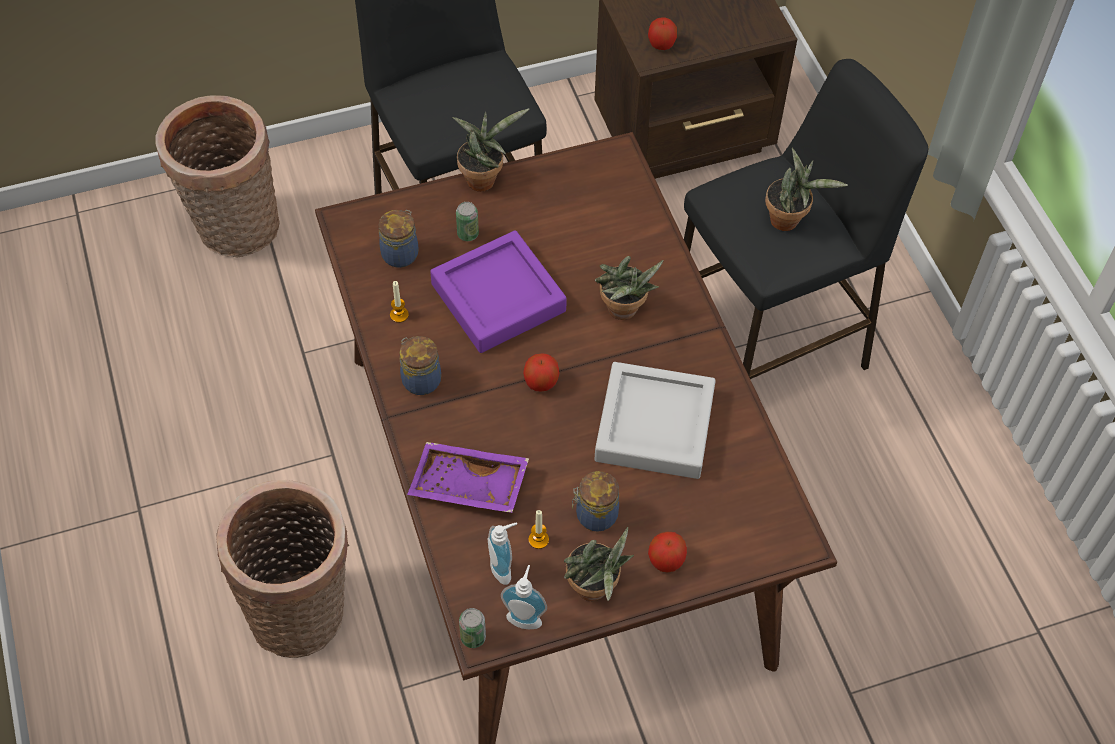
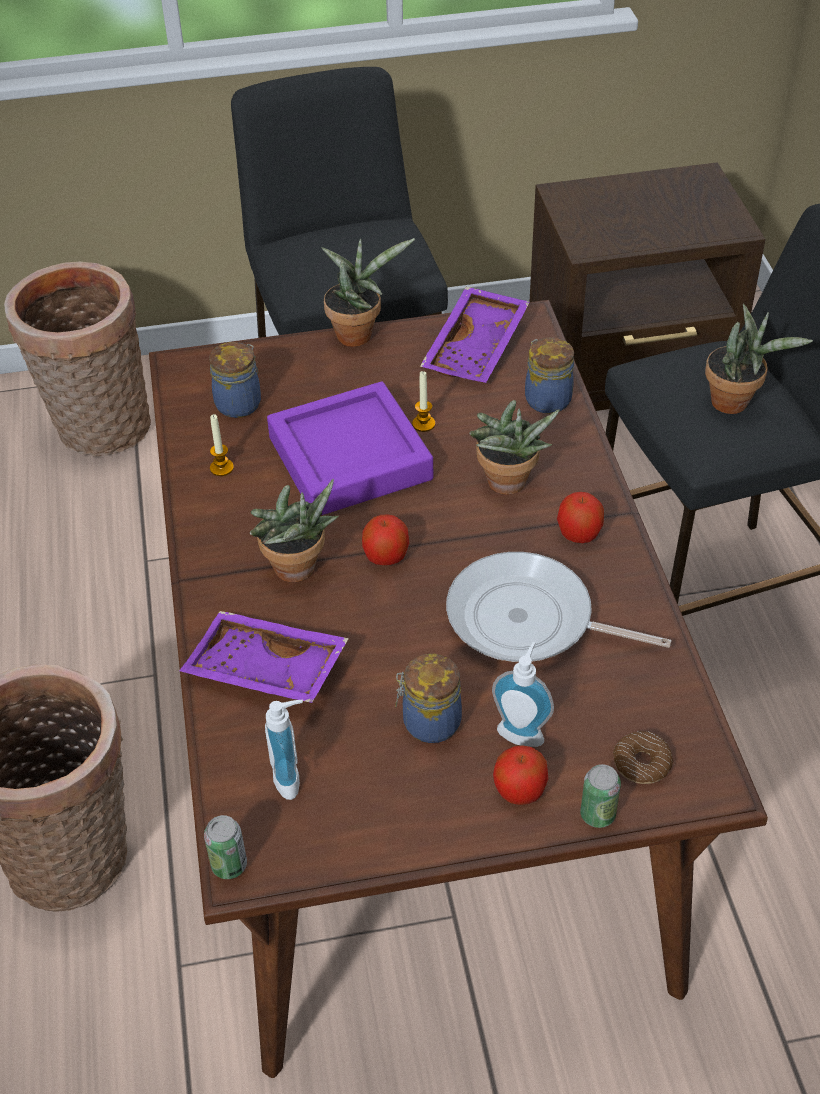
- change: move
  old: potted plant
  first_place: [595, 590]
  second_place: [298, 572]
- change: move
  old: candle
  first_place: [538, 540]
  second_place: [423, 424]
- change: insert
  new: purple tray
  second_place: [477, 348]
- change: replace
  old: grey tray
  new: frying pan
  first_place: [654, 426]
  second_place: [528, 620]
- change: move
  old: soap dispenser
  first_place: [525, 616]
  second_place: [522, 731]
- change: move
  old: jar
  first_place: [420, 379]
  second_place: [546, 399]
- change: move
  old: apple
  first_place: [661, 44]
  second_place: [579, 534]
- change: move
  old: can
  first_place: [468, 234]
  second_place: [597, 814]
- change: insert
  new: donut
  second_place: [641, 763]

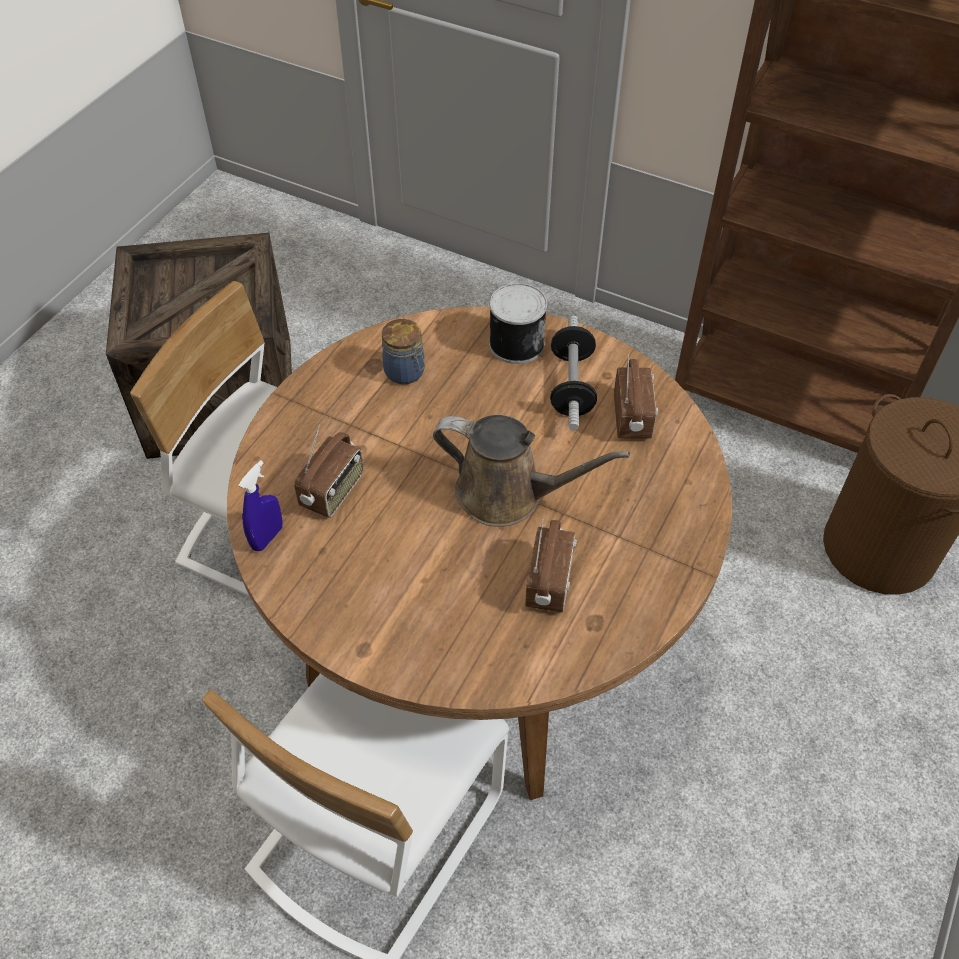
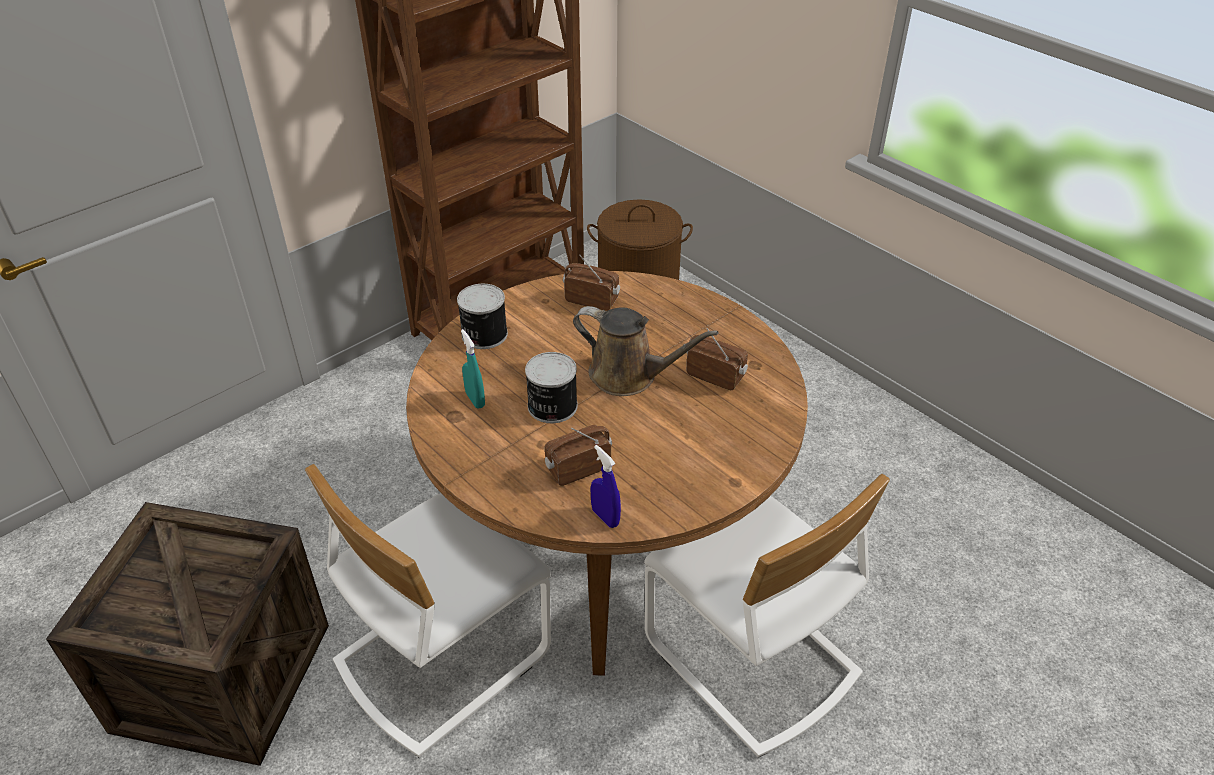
- change: replace
  old: jar
  new: turquoise spray bottle
  first_place: [406, 372]
  second_place: [475, 400]
- change: insert
  new: can
  second_place: [551, 407]
- change: rotate
  old: radio
  first_place: [333, 492]
  second_place: [578, 468]
  degrees: -75
- change: rotate
  old: brown watering can
  first_place: [508, 494]
  second_place: [629, 375]
  degrees: 75
- change: delete
  old: dumbbell
  first_place: [571, 386]

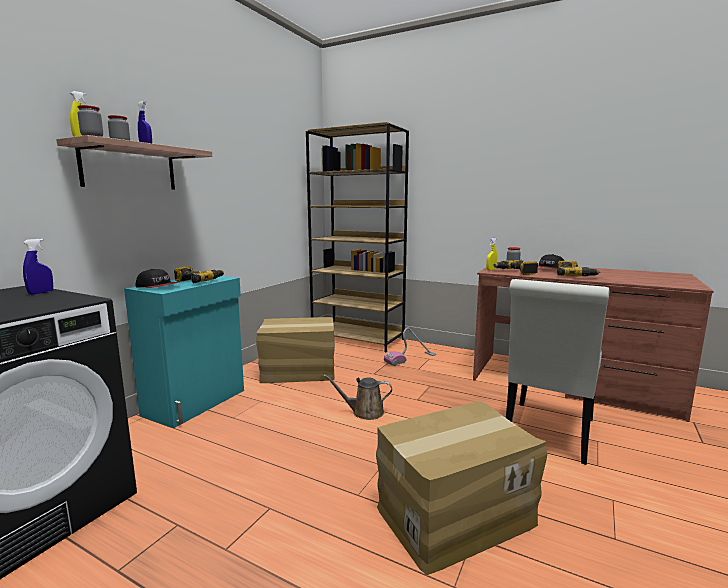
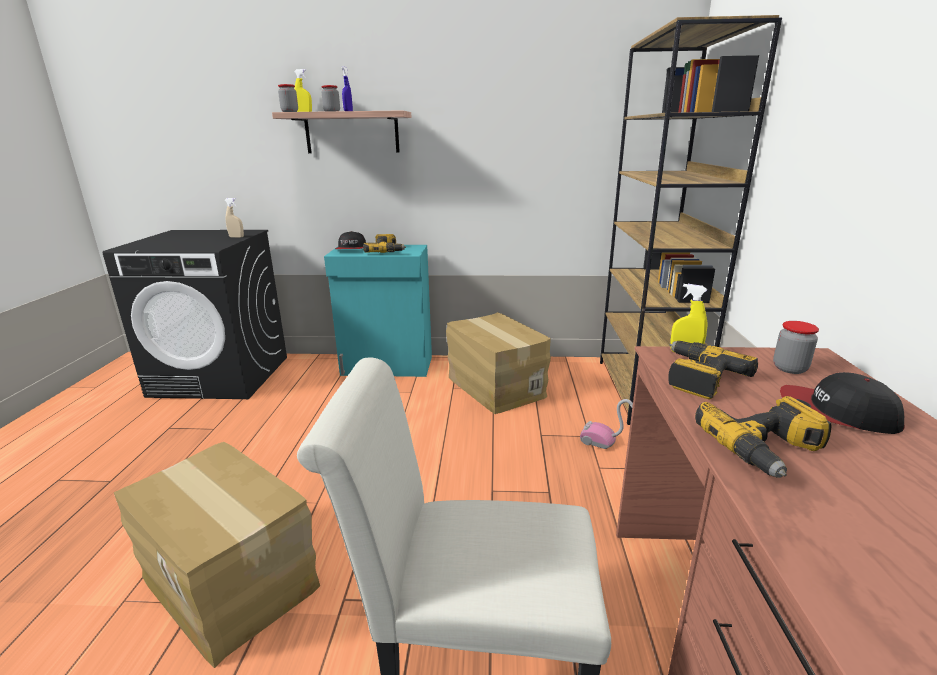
- change: recolor
  old: blue spray bottle
  new: beige spray bottle
  first_place: [41, 293]
  second_place: [236, 237]
- change: delete
  old: brown watering can
  first_place: [364, 412]

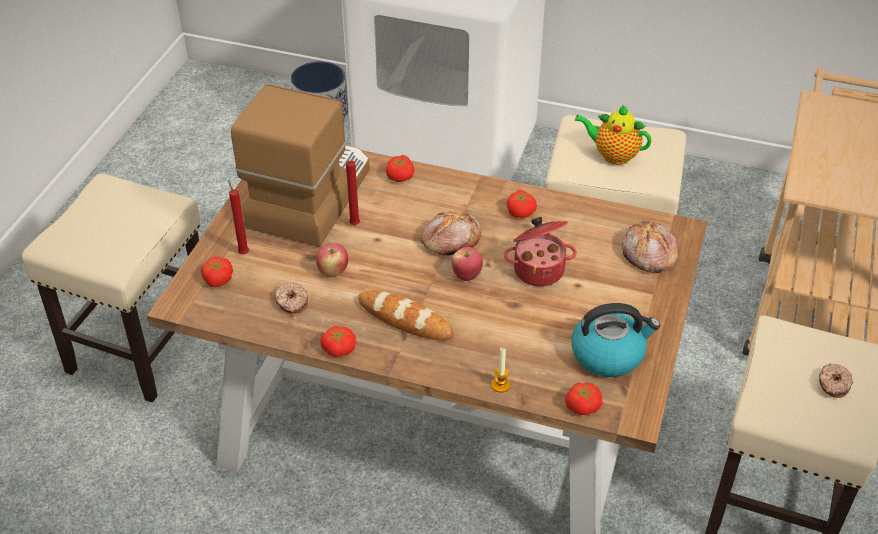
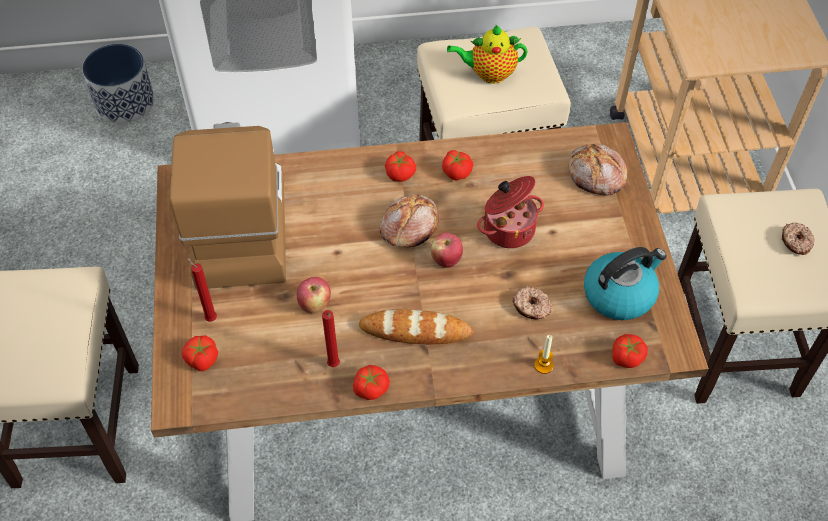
- change: move
  old: red candle
  first_place: [354, 226]
  second_place: [334, 366]
- change: move
  old: tomato
  first_place: [400, 176]
  second_place: [400, 173]
- change: move
  old: donut
  first_place: [291, 302]
  second_place: [531, 307]

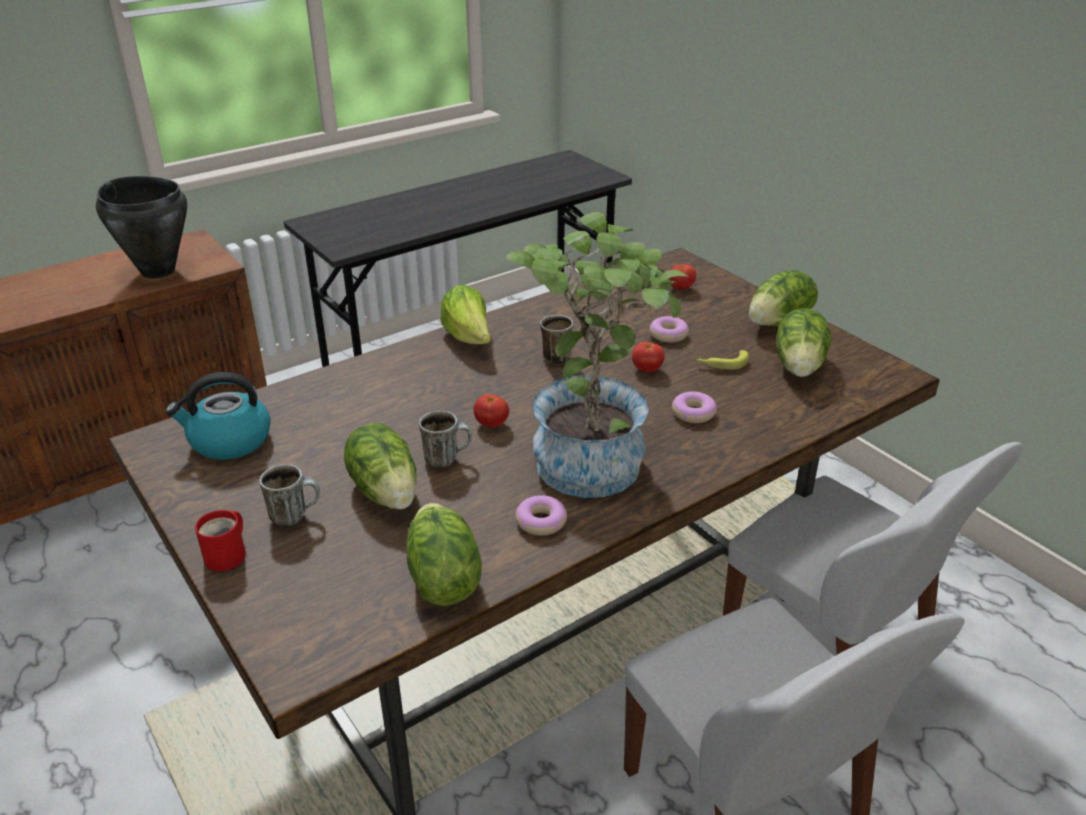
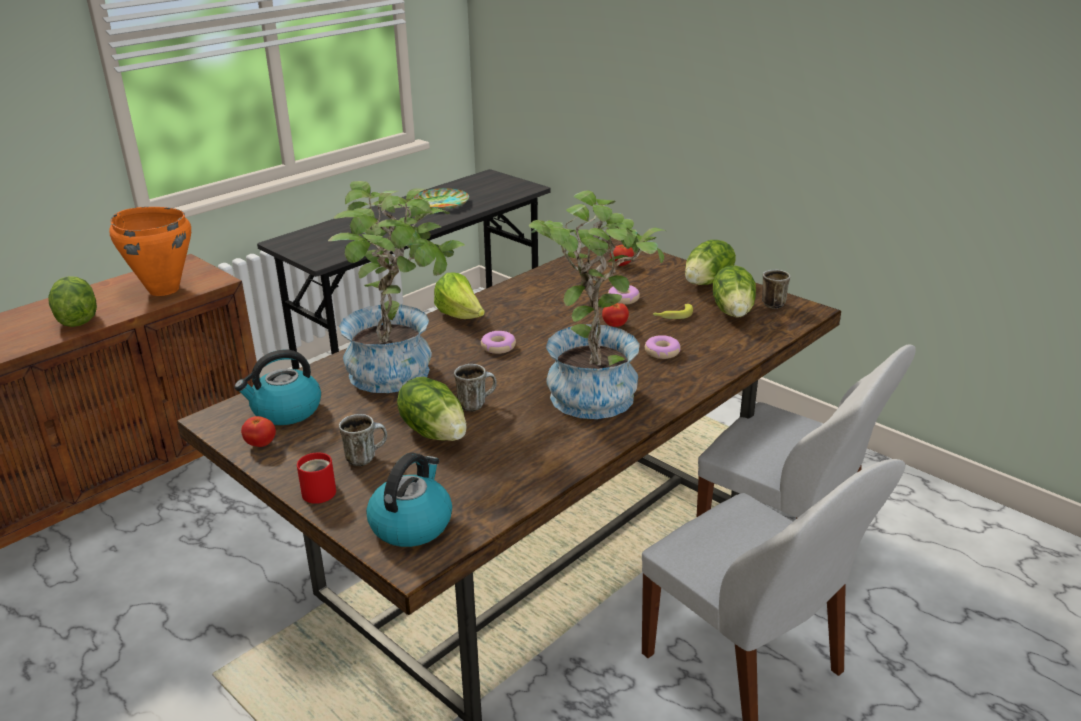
- change: move
  old: lettuce
  first_place: [442, 579]
  second_place: [76, 319]
- change: recolor
  old: black cooking pot
  new: orange cooking pot
  first_place: [158, 271]
  second_place: [164, 289]
- change: move
  old: tomato
  first_place: [491, 424]
  second_place: [261, 444]
- change: insert
  new: potted plant
  second_place: [402, 373]
- change: insert
  new: kettle
  second_place: [411, 524]
- change: insert
  new: plate
  second_place: [441, 203]
- change: move
  old: donut
  first_place: [541, 521]
  second_place: [498, 347]
- change: move
  old: mug
  first_place: [555, 355]
  second_place: [770, 303]

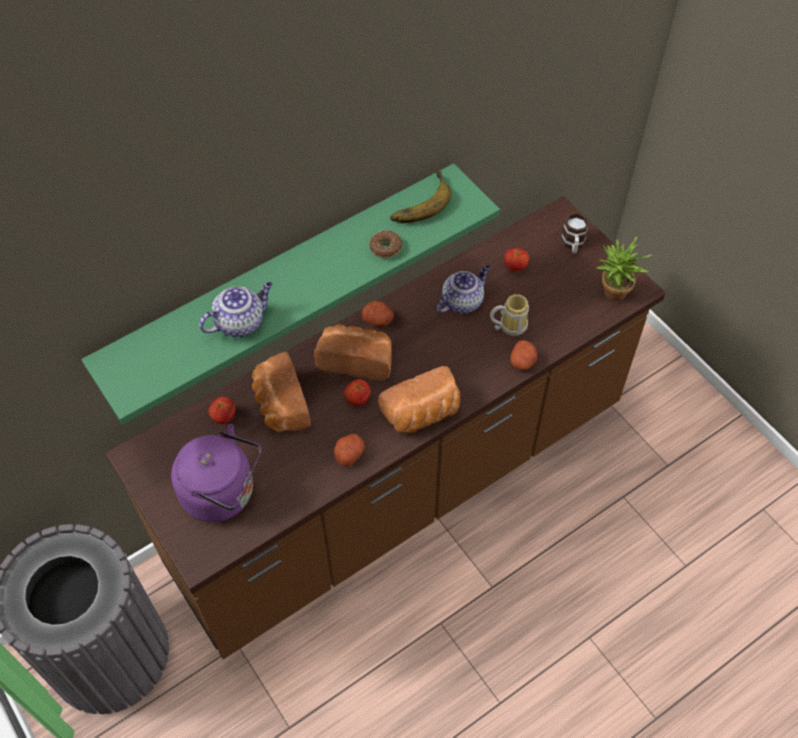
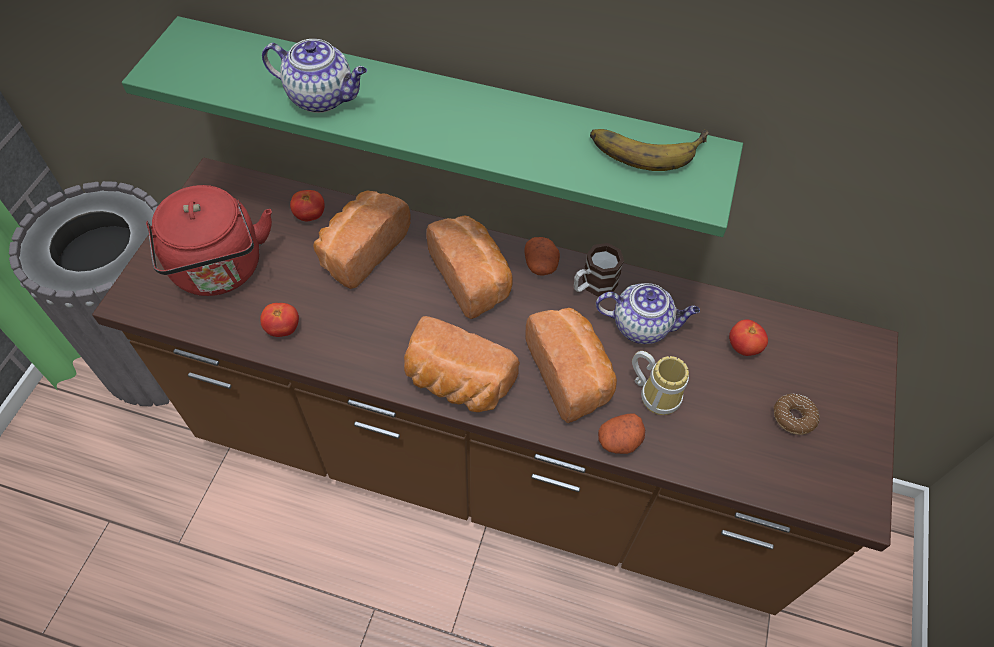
- change: recolor
  old: purple kettle
  new: red kettle
  first_place: [223, 493]
  second_place: [220, 271]
- change: move
  old: tomato
  first_place: [357, 399]
  second_place: [283, 329]
- change: insert
  new: bread
  second_place: [571, 374]
- change: move
  old: mug
  first_place: [573, 244]
  second_place: [593, 285]
- change: move
  old: donut
  first_place: [386, 248]
  second_place: [793, 417]
- change: delete
  old: potato
  first_place: [349, 454]
- change: delete
  old: potted plant
  first_place: [612, 295]

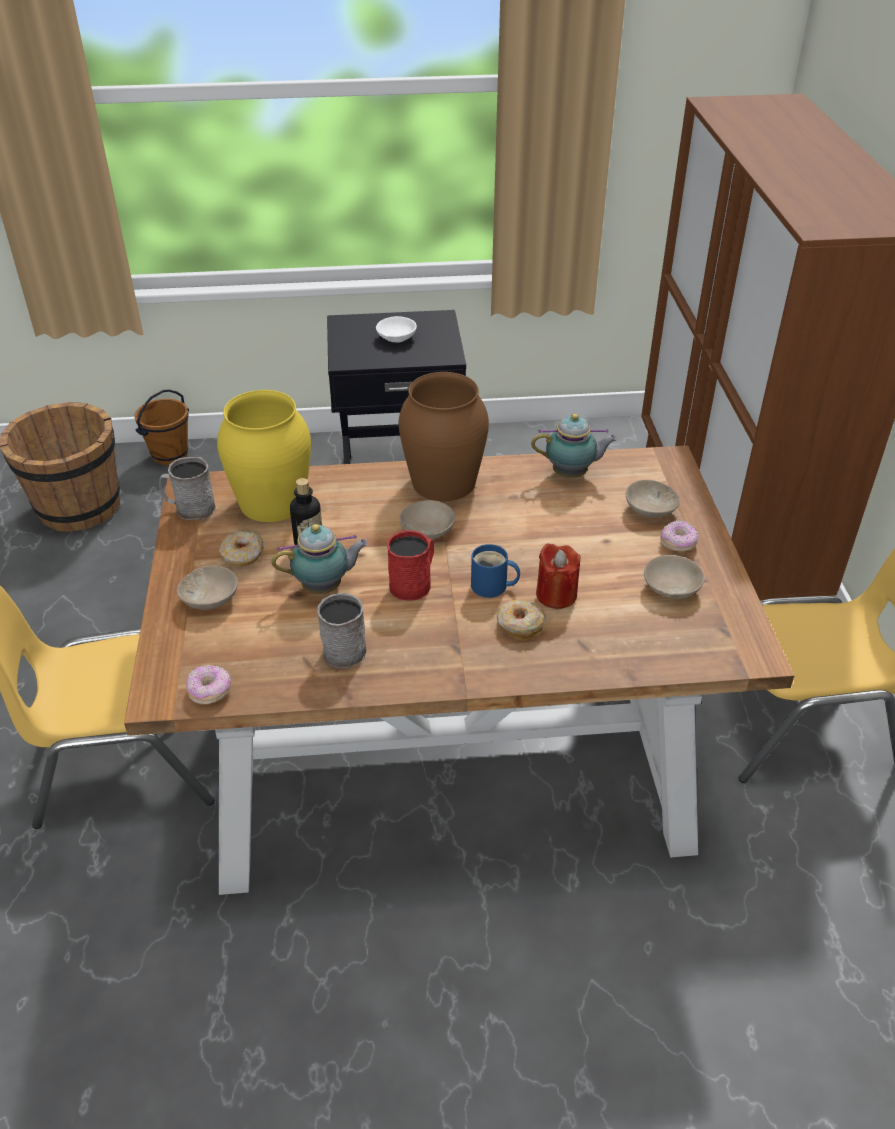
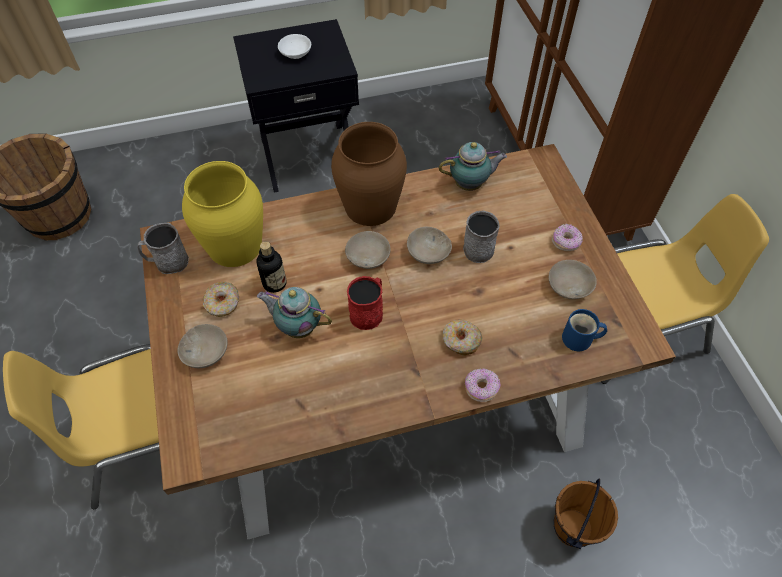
- change: rotate
  old: teapot
  first_place: [325, 587]
  second_place: [298, 327]
  degrees: -135
- change: move
  old: beige bowl
  first_place: [648, 510]
  second_place: [426, 253]
- change: move
  old: grey mug
  first_place: [345, 647]
  second_place: [477, 246]
- change: move
  old: donut
  first_place: [210, 691]
  second_place: [481, 388]
- change: move
  old: brown bucket
  first_place: [170, 456]
  second_place: [573, 528]
- change: move
  old: blue mug
  first_place: [492, 587]
  second_place: [580, 339]
- change: delete
  old: red candle
  first_place: [556, 595]

